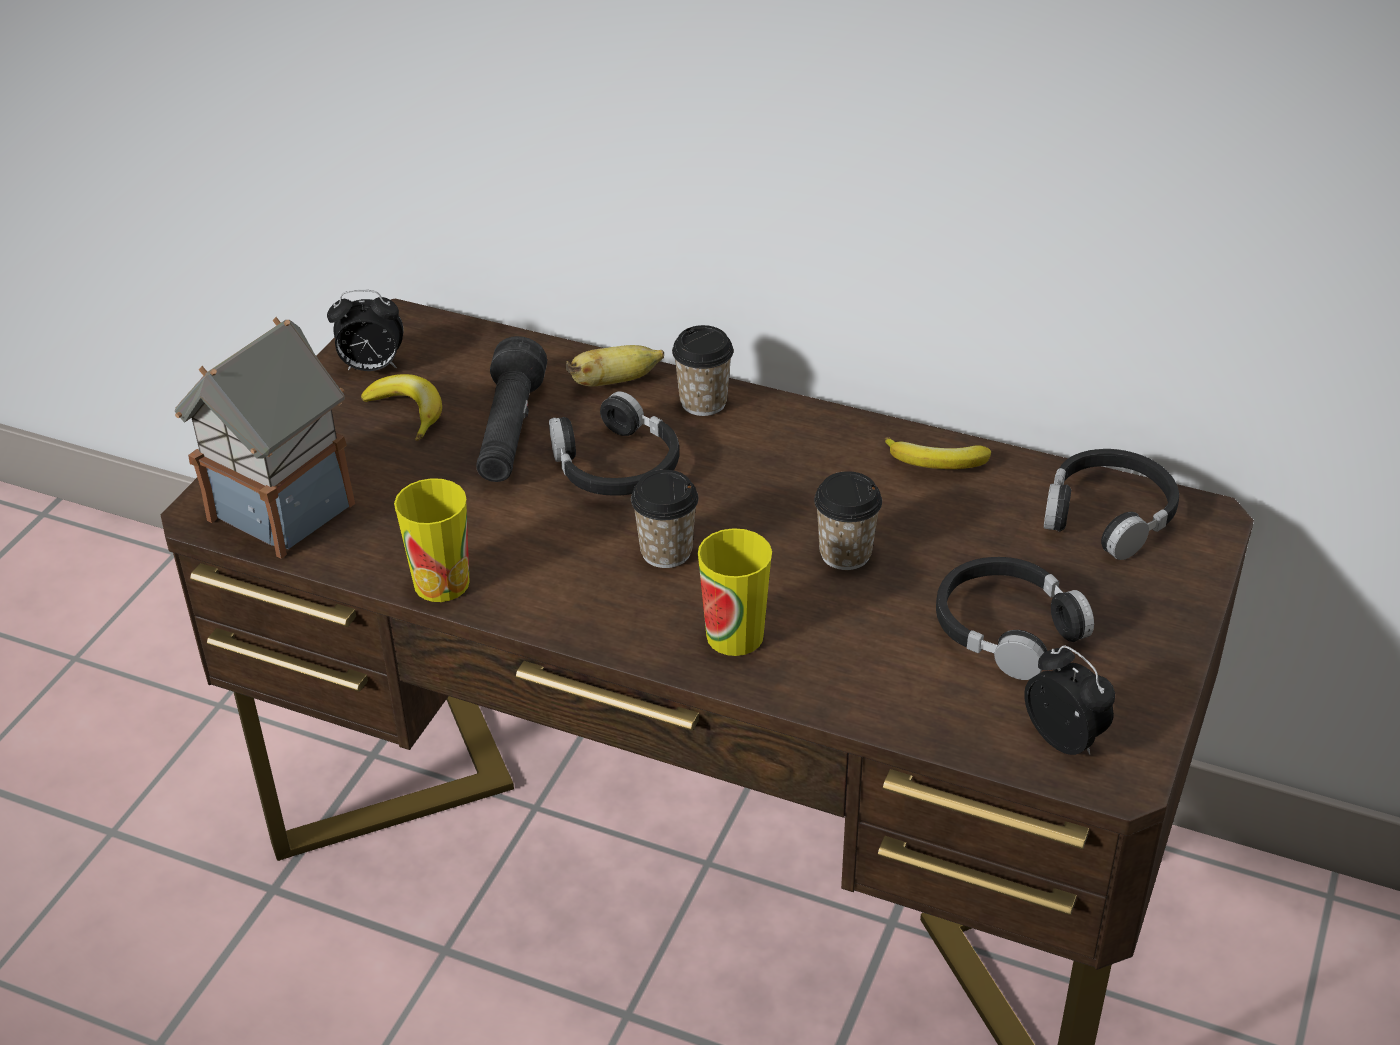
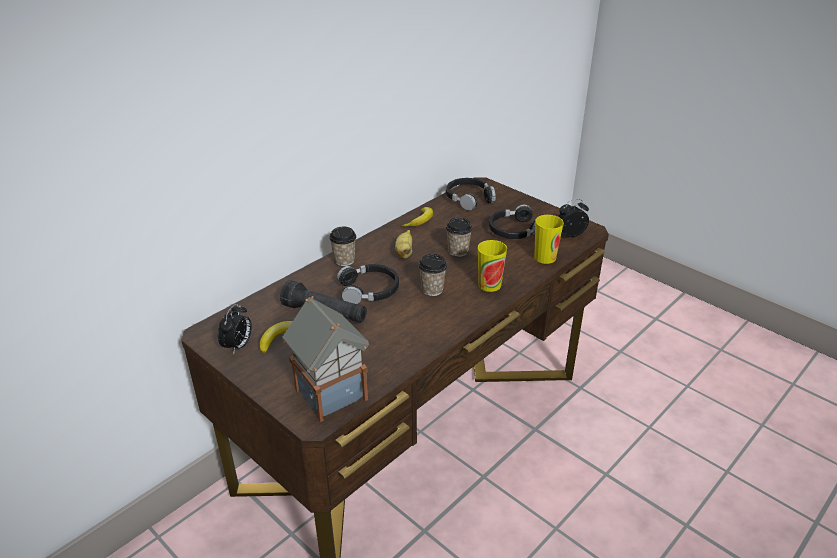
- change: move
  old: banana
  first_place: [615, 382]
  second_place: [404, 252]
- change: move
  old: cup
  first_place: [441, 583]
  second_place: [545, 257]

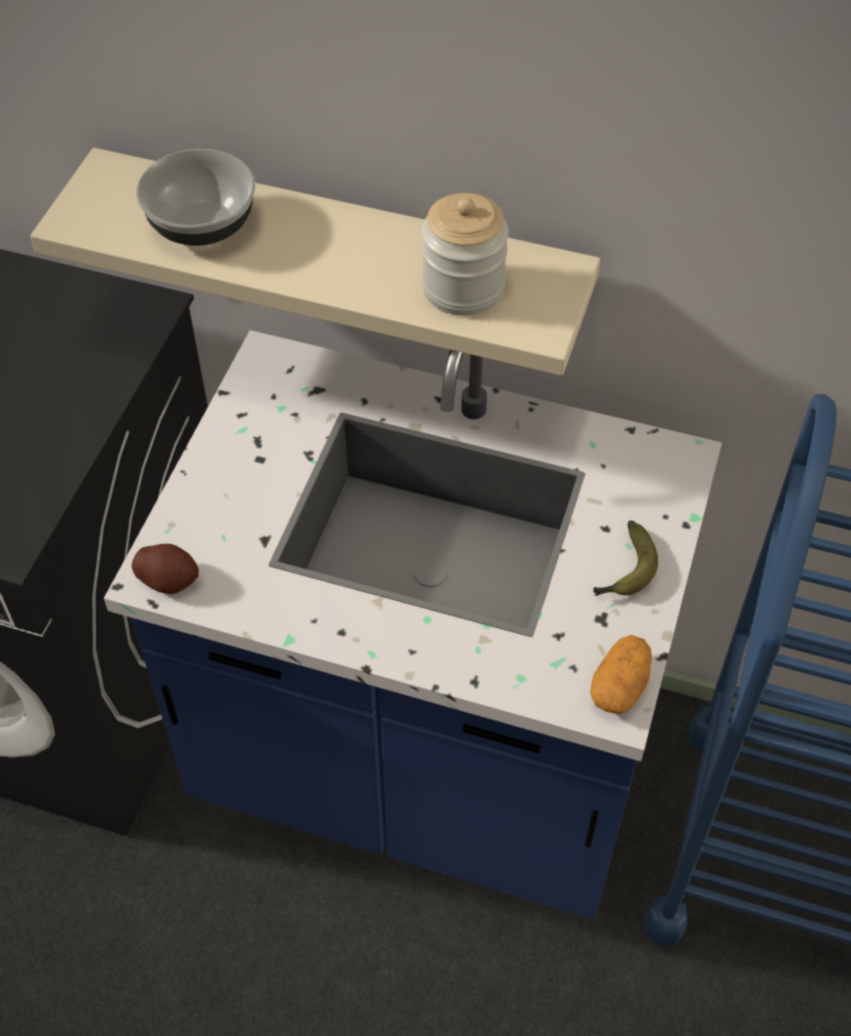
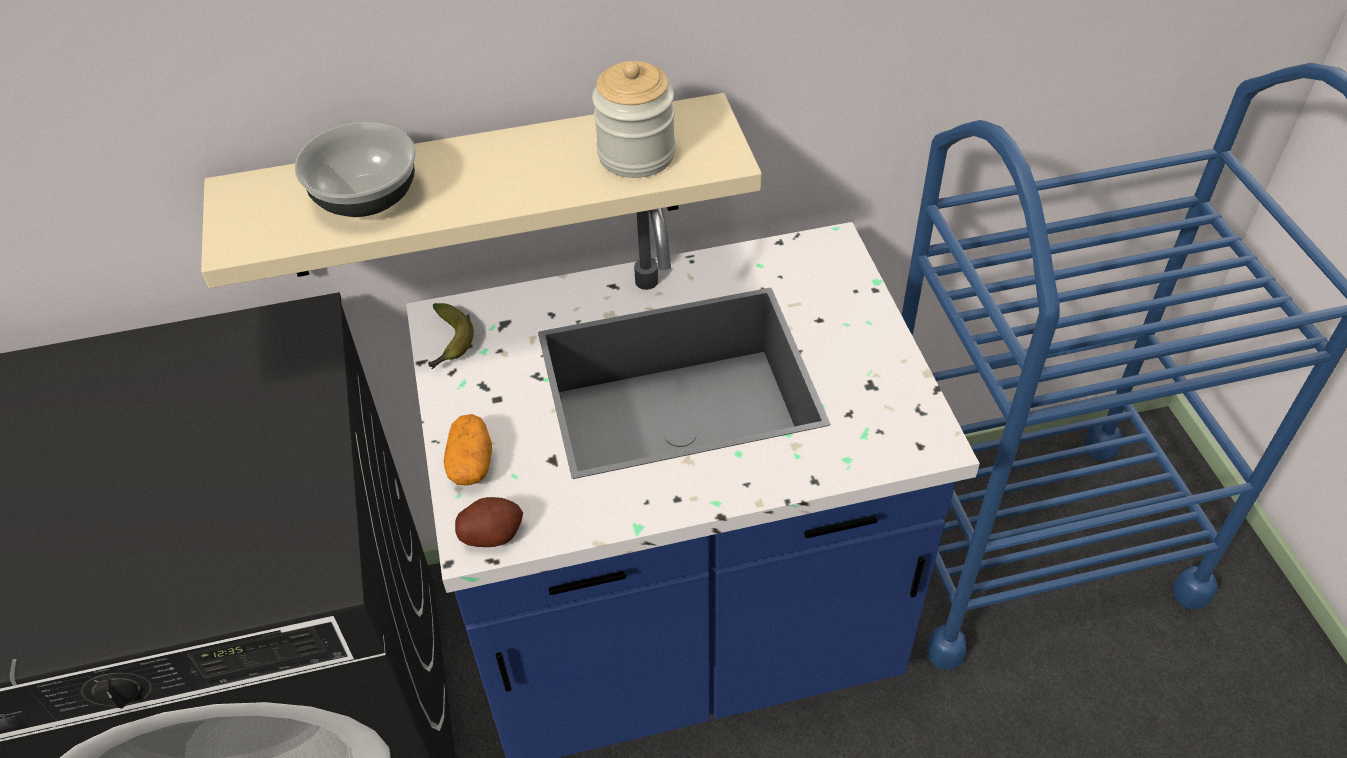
- change: move
  old: banana
  first_place: [625, 572]
  second_place: [449, 343]
- change: move
  old: potato
  first_place: [620, 686]
  second_place: [471, 463]

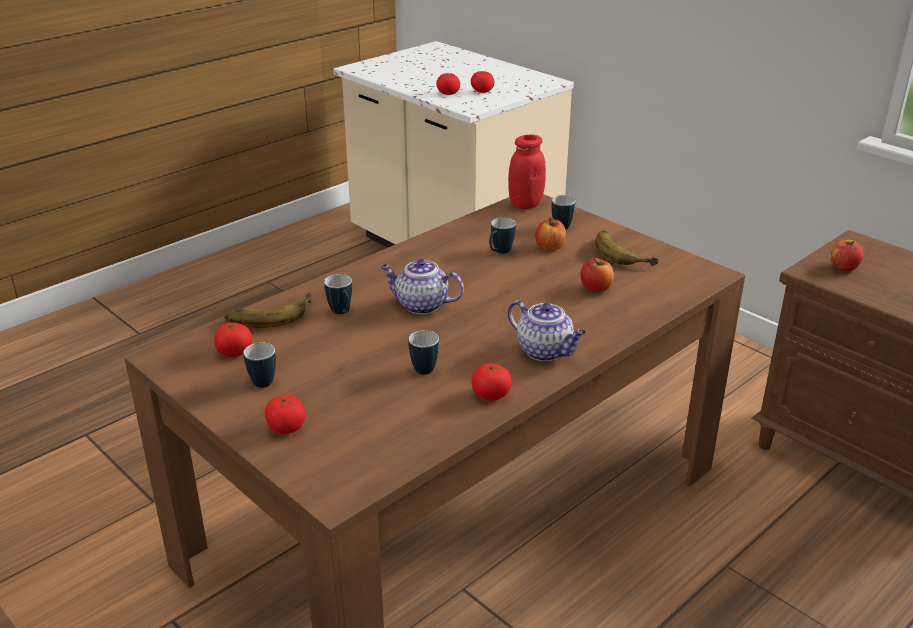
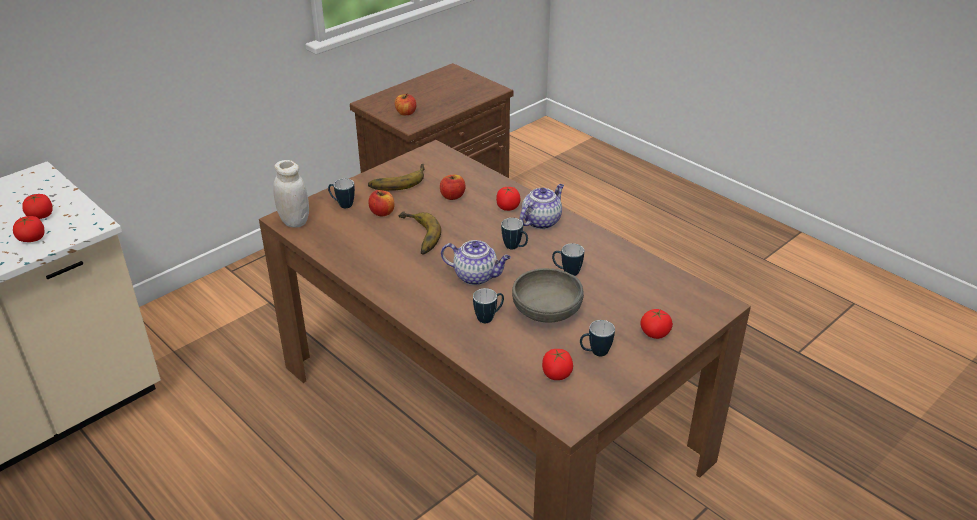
- change: recolor
  old: red jar
  new: white jar
  first_place: [525, 204]
  second_place: [294, 221]
- change: move
  old: banana
  first_place: [269, 314]
  second_place: [416, 236]
- change: rotate
  old: teapot
  first_place: [420, 305]
  second_place: [476, 276]
  degrees: -90
- change: move
  old: tomato
  first_place: [491, 395]
  second_place: [508, 207]
- change: move
  old: mug
  first_place: [499, 252]
  second_place: [515, 247]
- change: insert
  new: grey bowl
  second_place: [546, 311]

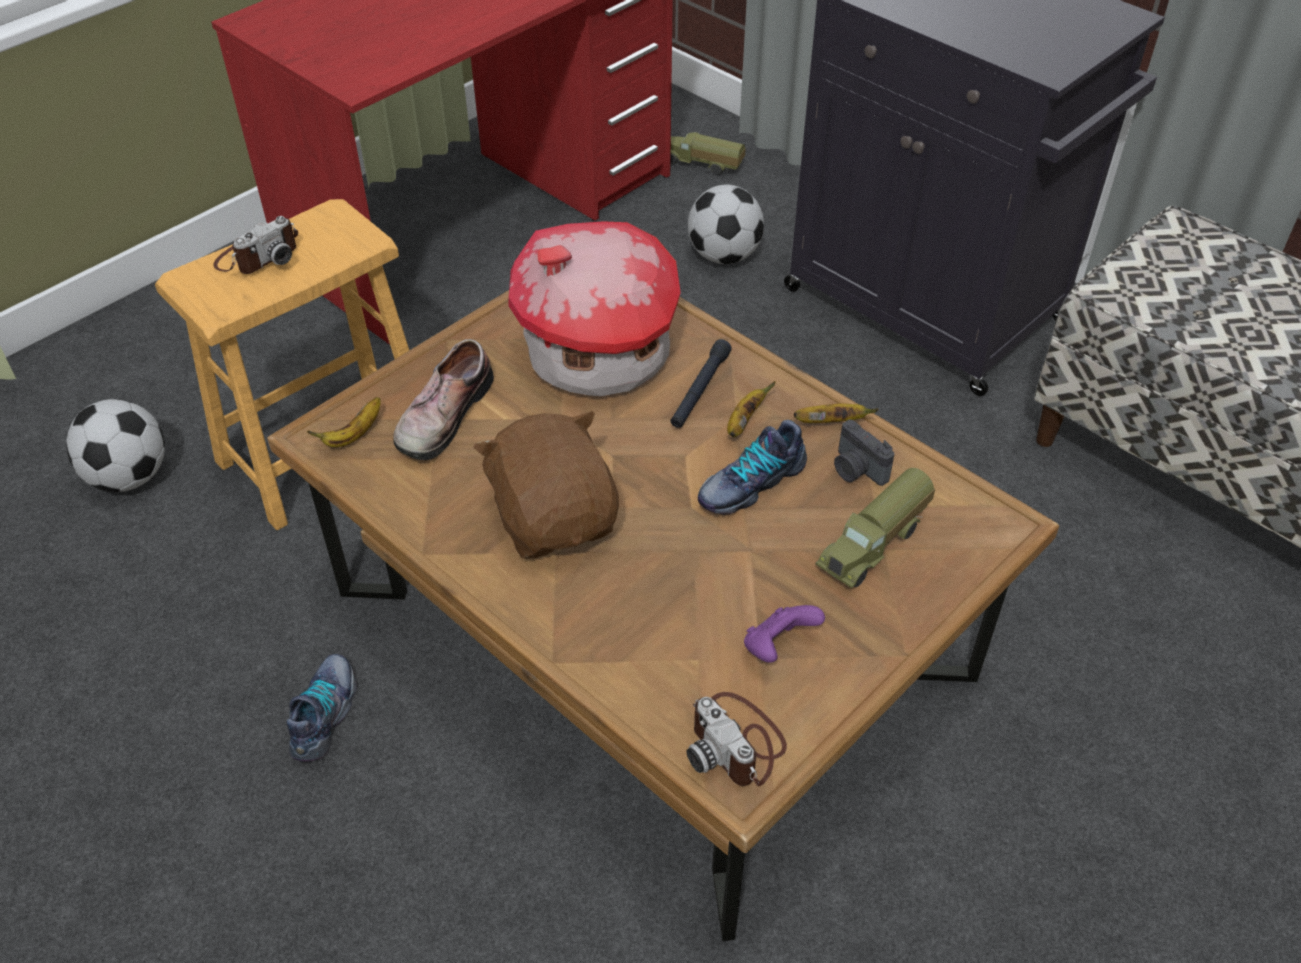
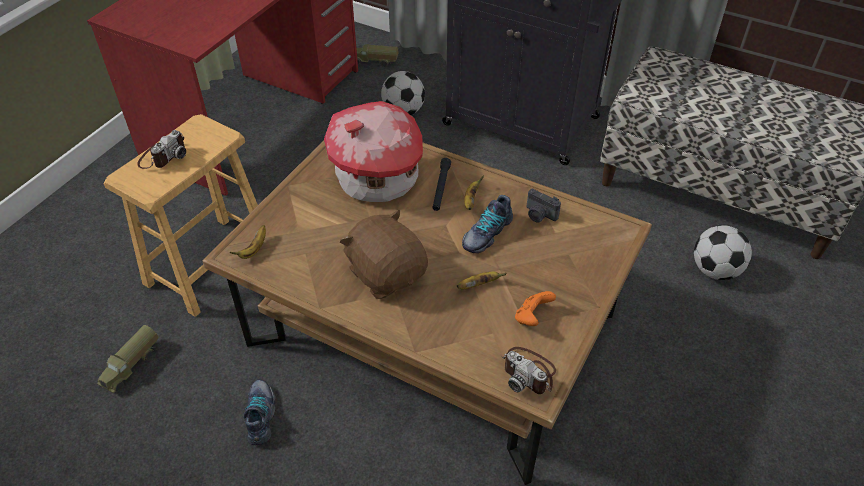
- change: move
  old: toy truck
  first_place: [875, 545]
  second_place: [132, 366]
- change: move
  old: banana
  first_place: [831, 422]
  second_place: [479, 285]
- change: recolor
  old: purple game controller
  new: orange game controller
  first_place: [778, 647]
  second_place: [532, 317]
- change: move
  old: football
  first_place: [130, 478]
  second_place: [715, 271]
- change: delete
  old: shoe
  first_place: [441, 415]

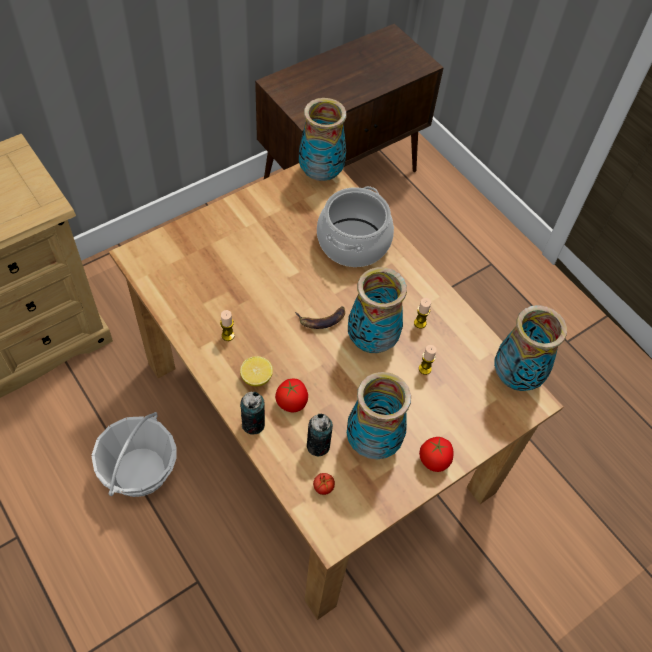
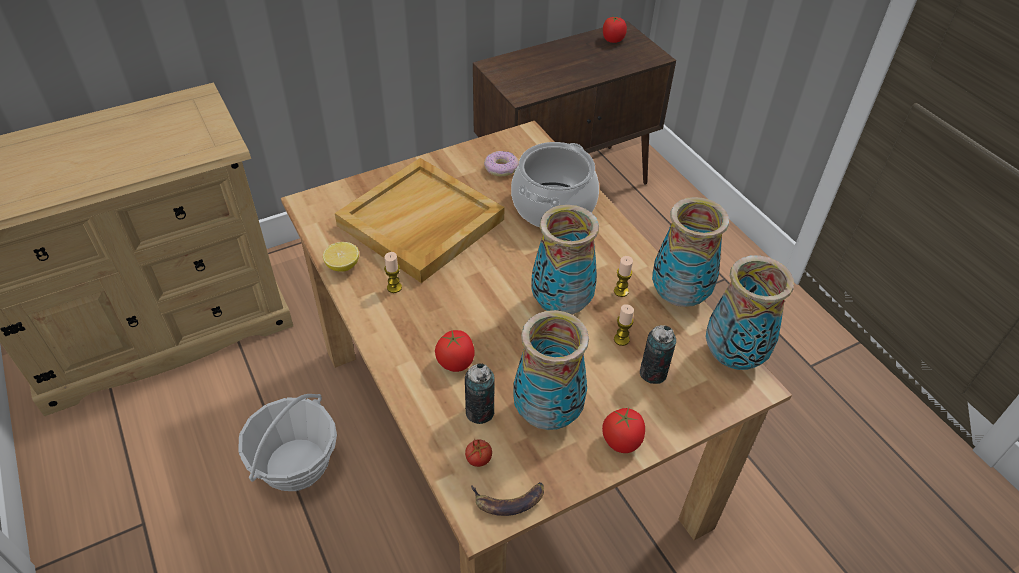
- change: move
  old: lemon
  first_place: [256, 377]
  second_place: [343, 266]
- change: insert
  new: beige tray
  second_place: [421, 223]
- change: move
  old: banana
  first_place: [322, 319]
  second_place: [509, 500]
- change: insert
  new: donut
  second_place: [501, 168]
- change: insert
  new: tomato
  second_place: [613, 40]
- change: move
  old: can
  first_place: [253, 424]
  second_place: [653, 373]
- change: move
  old: vase
  first_place: [320, 173]
  second_place: [678, 296]

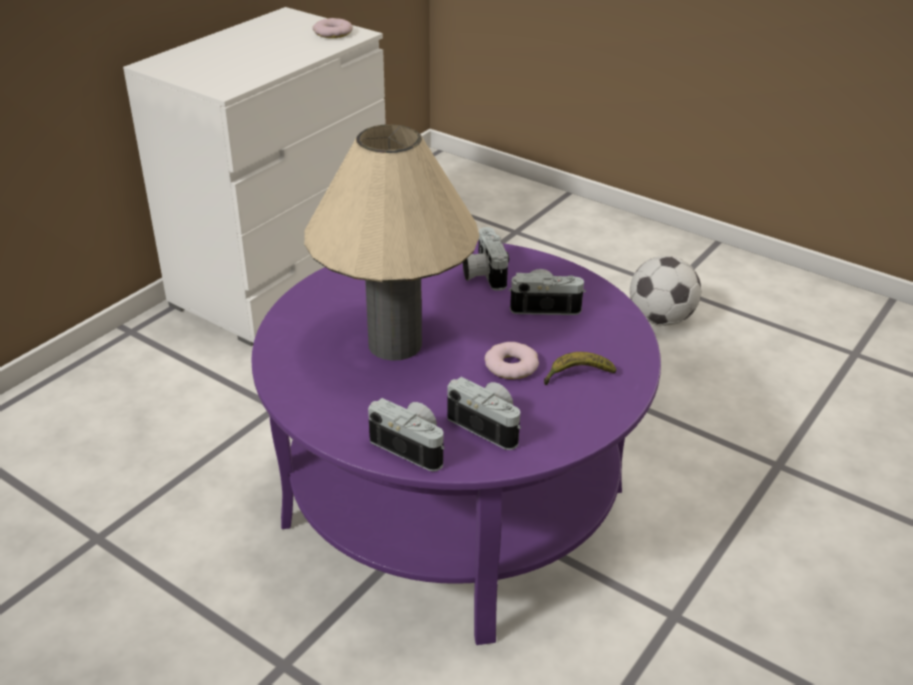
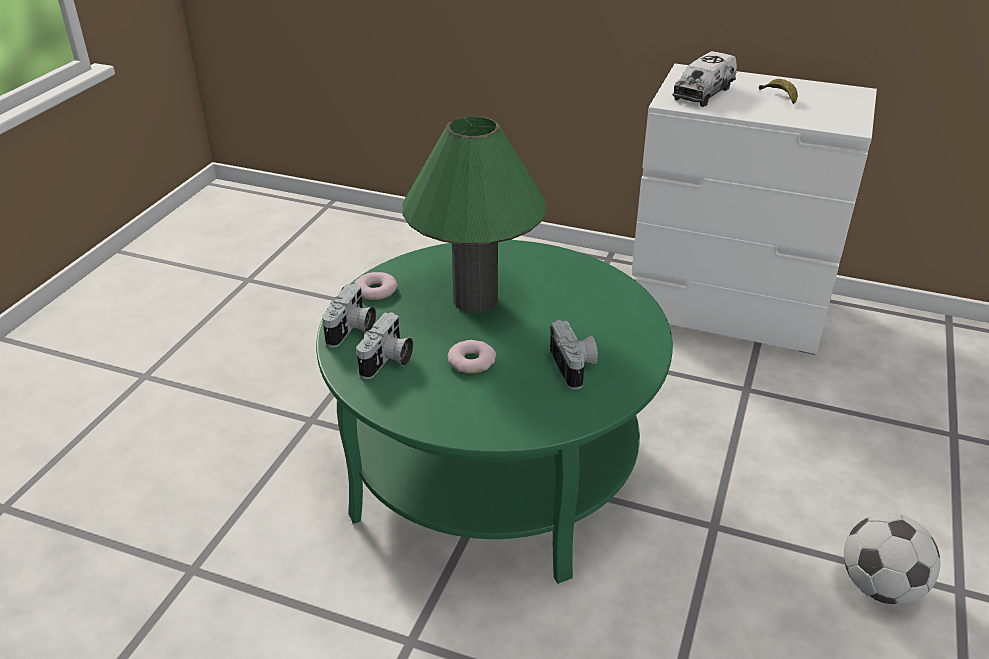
- change: recolor
  old: purple coffee table
  new: green coffee table
  first_place: [453, 504]
  second_place: [494, 471]
- change: move
  old: donut
  first_place: [333, 33]
  second_place: [375, 290]
- change: recolor
  old: beige table lamp
  new: green table lamp
  first_place: [395, 344]
  second_place: [475, 300]
- change: insert
  new: toy truck
  second_place: [703, 92]
- change: move
  old: banana
  first_place: [577, 375]
  second_place: [779, 97]
- change: delete
  old: photo camera
  first_place: [483, 274]

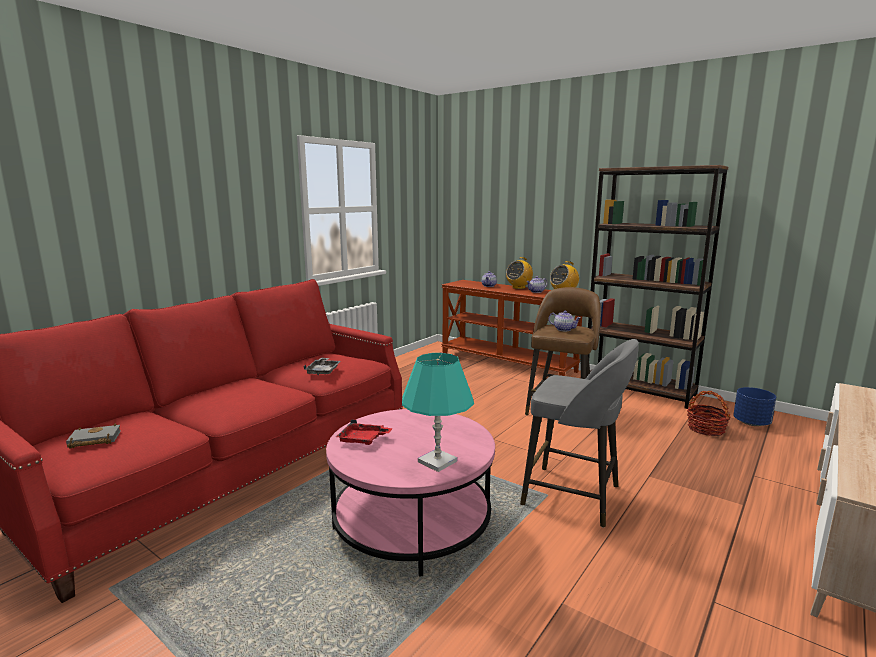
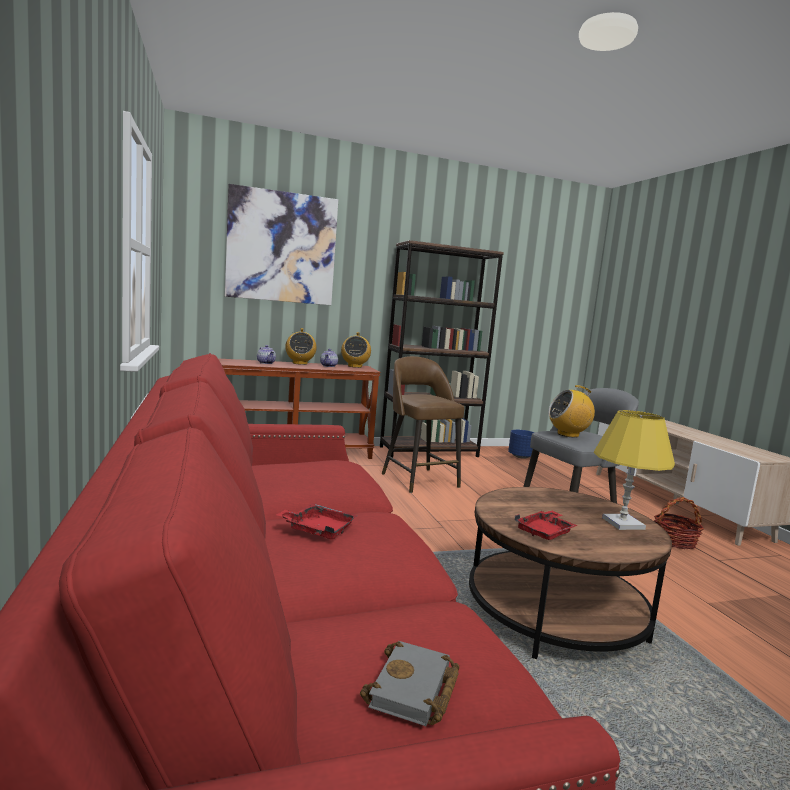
- change: insert
  new: picture
  second_place: [281, 247]
- change: insert
  new: red tray
  second_place: [318, 529]
- change: recolor
  old: pink coffee table
  new: brown coffee table
  first_place: [412, 522]
  second_place: [554, 612]
- change: insert
  new: radio
  second_place: [568, 434]
- change: recolor
  old: turquoise table lamp
  new: yellow table lamp
  first_place: [437, 461]
  second_place: [622, 523]
- change: move
  old: basket
  first_place: [706, 429]
  second_place: [674, 541]
- change: delete
  old: grey tray
  first_place: [323, 371]
- change: delete
  old: teapot
  first_place: [564, 329]

